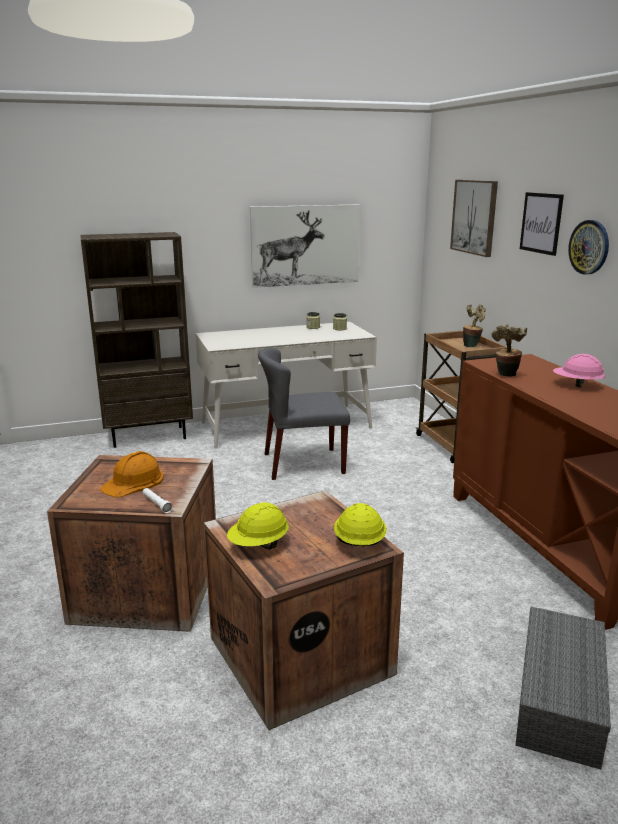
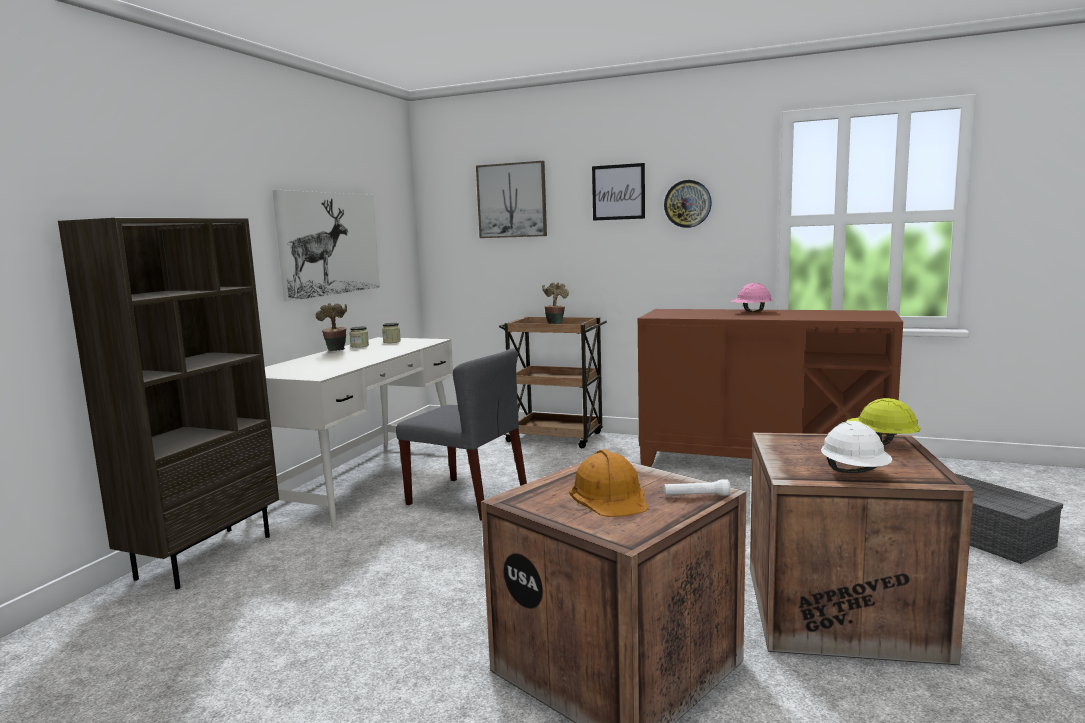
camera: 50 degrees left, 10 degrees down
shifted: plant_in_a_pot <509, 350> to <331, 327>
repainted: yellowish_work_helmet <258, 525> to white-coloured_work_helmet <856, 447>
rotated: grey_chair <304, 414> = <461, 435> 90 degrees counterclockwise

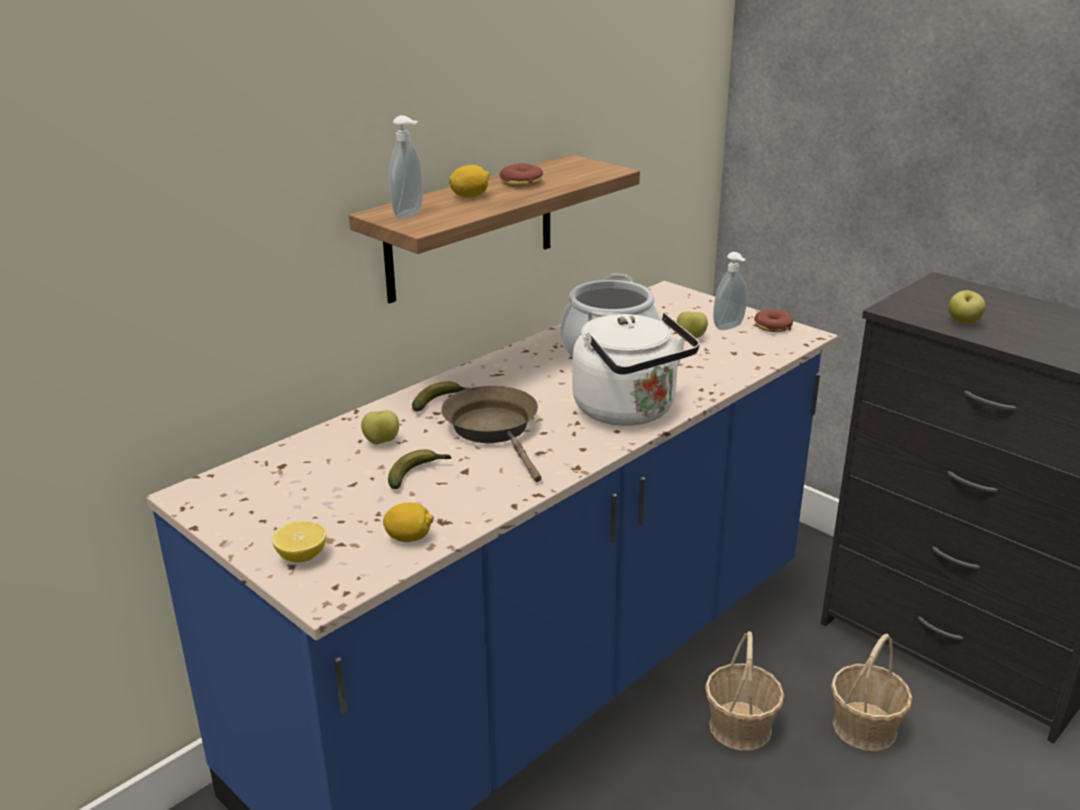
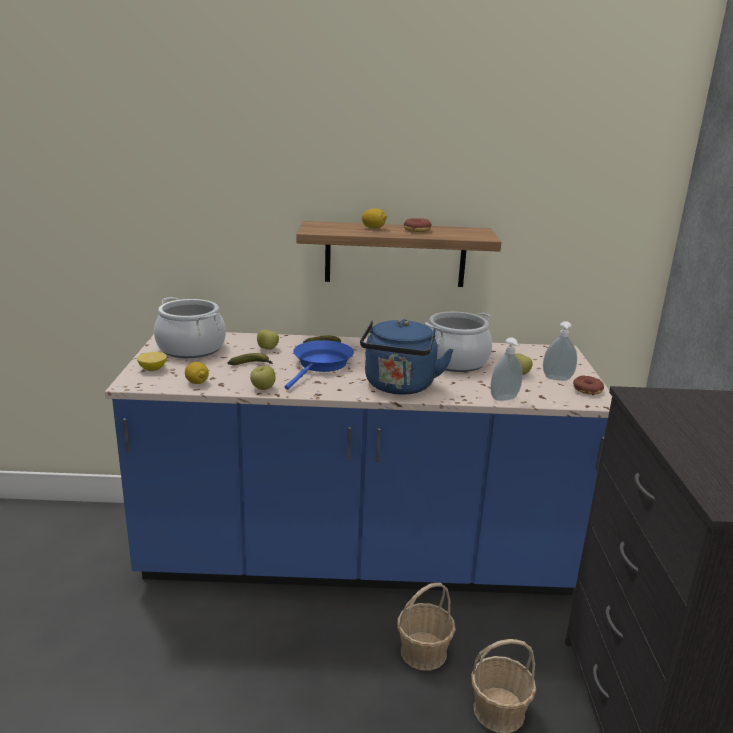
camera: 45 degrees right, 5 degrees down
new: saucepot <190, 327>
shifted: soap_bottle <406, 167> to <506, 369>; whole_apple <967, 307> to <262, 377>
repainted: brownish_skillet <491, 434> to blue-coloured_skillet <319, 365>; white-coloured_tea_kettle <636, 369> to blue-coloured_tea_kettle <407, 357>

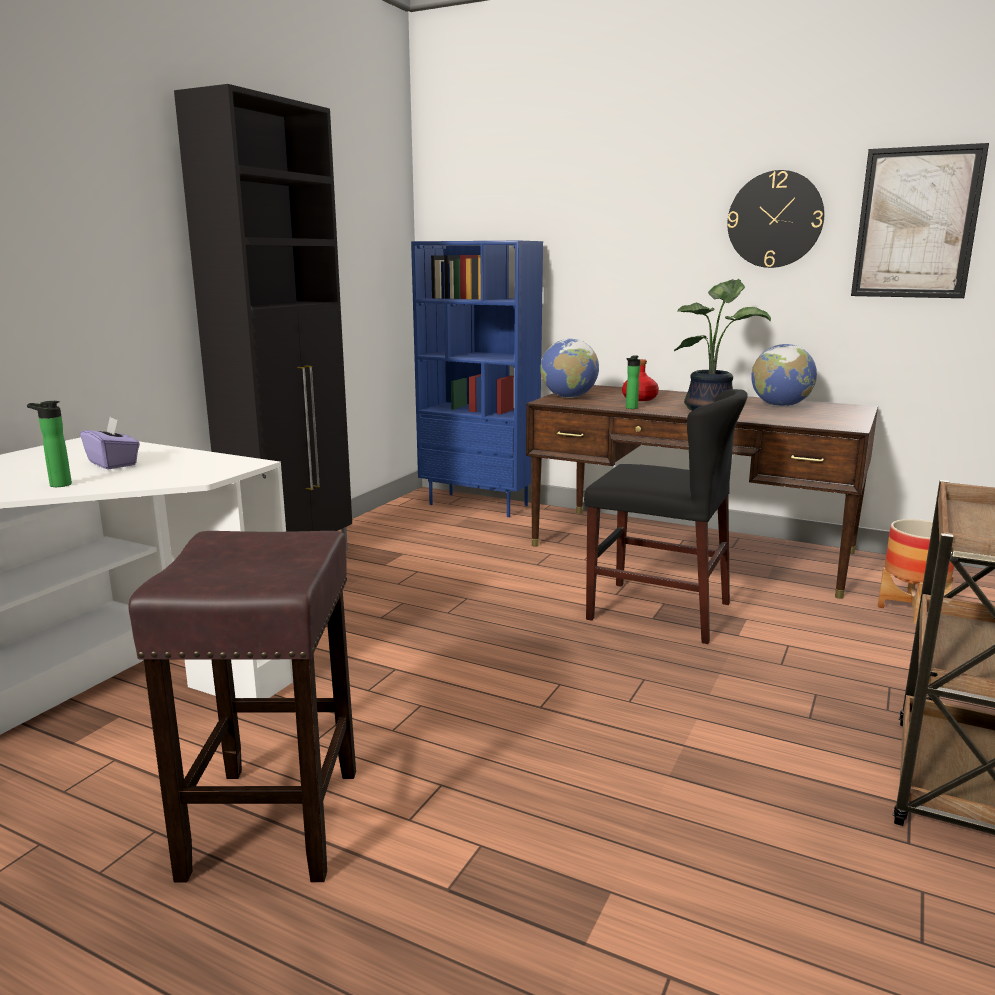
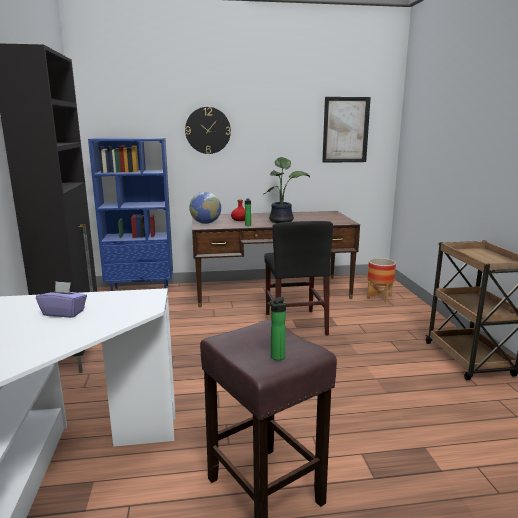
camera: 35 degrees left, 0 degrees up
gone: globe <784, 375>
shifted: drink_bottle <49, 444> to <276, 328>; clock_on_the_wall <775, 219> to <208, 130>
rotated: blackish_chair <666, 516> = <298, 278> 90 degrees clockwise

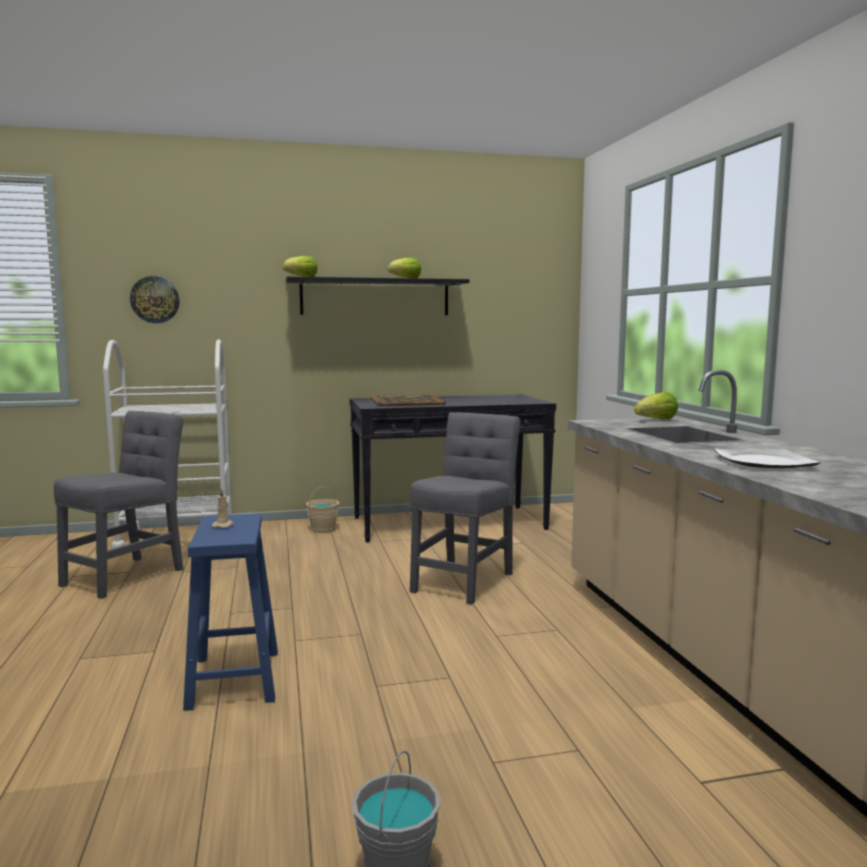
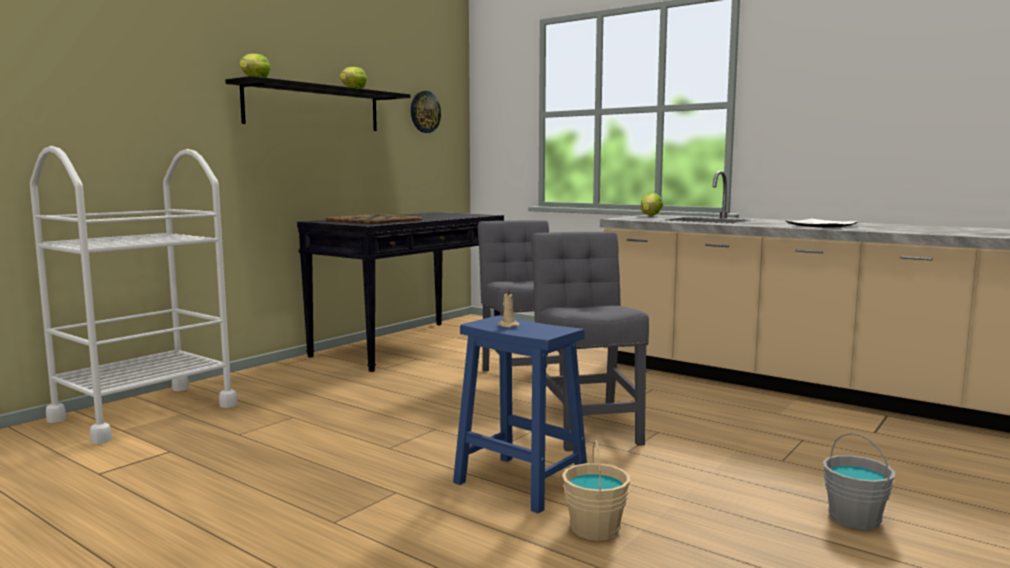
camera: 40 degrees left, 0 degrees up
shifted: grey_chair <118, 505> to <590, 341>; clock_on_the_wall <155, 299> to <426, 112>; sand-coloured_water_bucket <322, 509> to <596, 490>

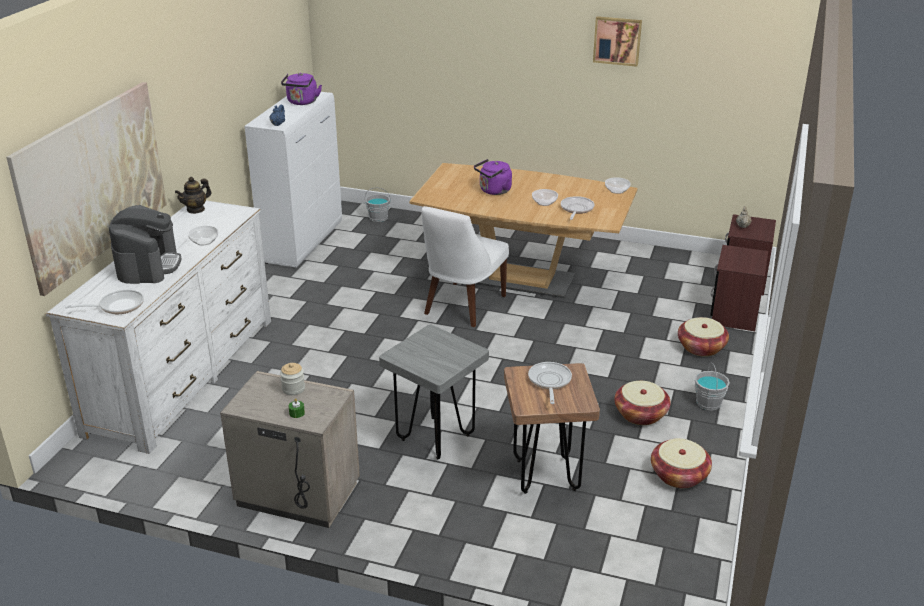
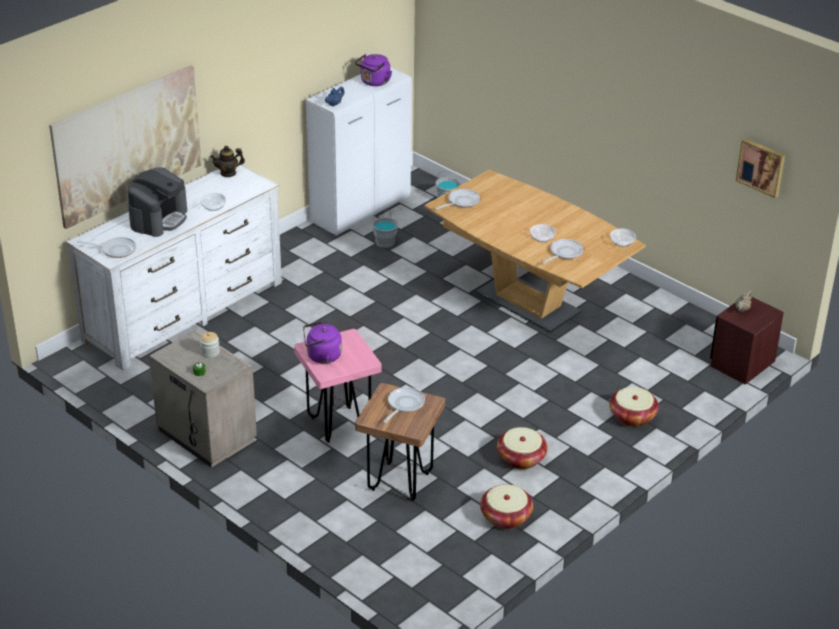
camera: 25 degrees right, 5 degrees up
gone: white-coloured_chair <465, 266>; brownish_bedside_table <739, 288>
new: skillet <457, 199>
shifted: purple-coloured_tea_kettle <493, 177> to <322, 342>; wall_picture <617, 41> to <760, 168>; grey_water_bucket <712, 387> to <385, 229>
repainted: grey_stool <434, 392> to pink-coloured_stool <337, 386>

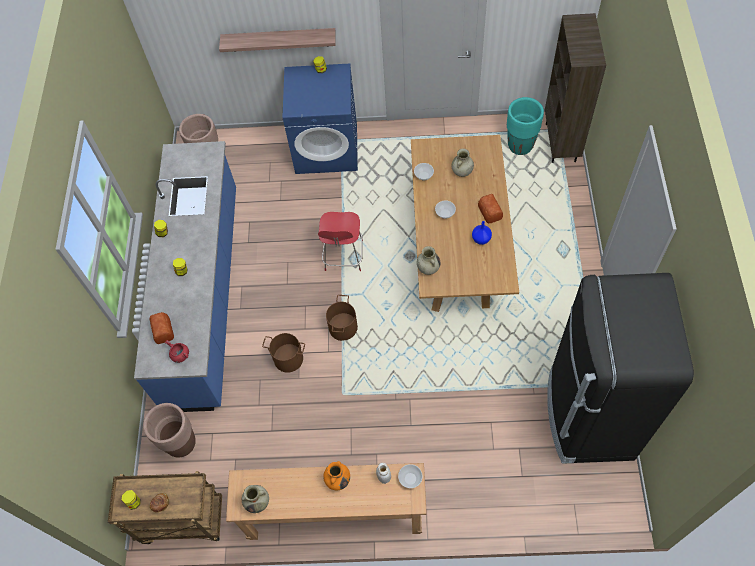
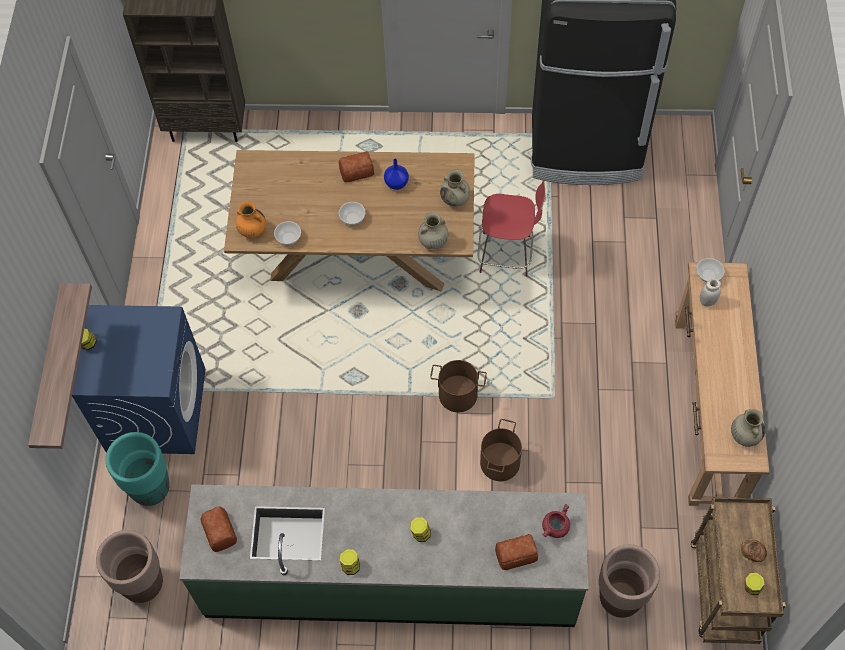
camera: 90 degrees left, 0 degrees up
new: bakery_bread <218, 529>
shifted: reddish_chair <340, 241> to <511, 228>; orangey_vase <336, 476> to <251, 219>; sand-coloured_vase <463, 162> to <455, 188>; blue-green_plant_pot <525, 126> to <138, 469>
repainted: blue-coloured_counter <185, 276> to greenish_counter <383, 555>

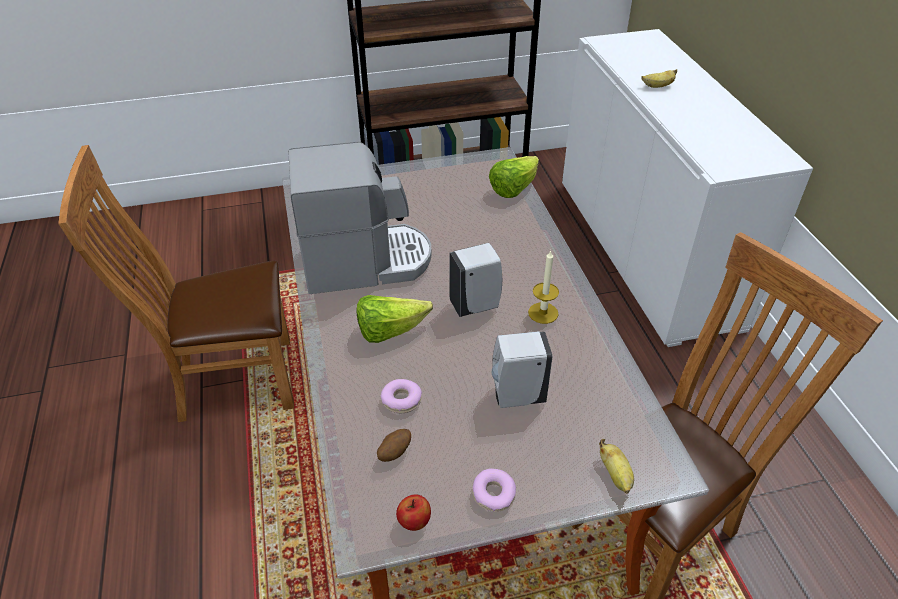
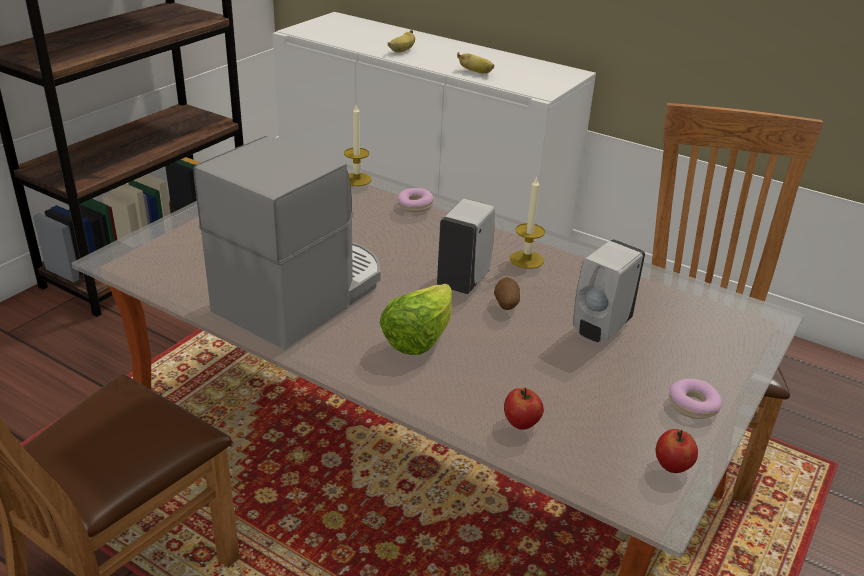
camera: 45 degrees left, 10 degrees down
new: whole_apple <524, 409>
shifted: spud <394, 445> to <507, 293>; donut <401, 396> to <416, 200>; banana_fruit <616, 466> to <475, 62>
swapped: head_of_lettuce <514, 177> to wax_candle <358, 145>

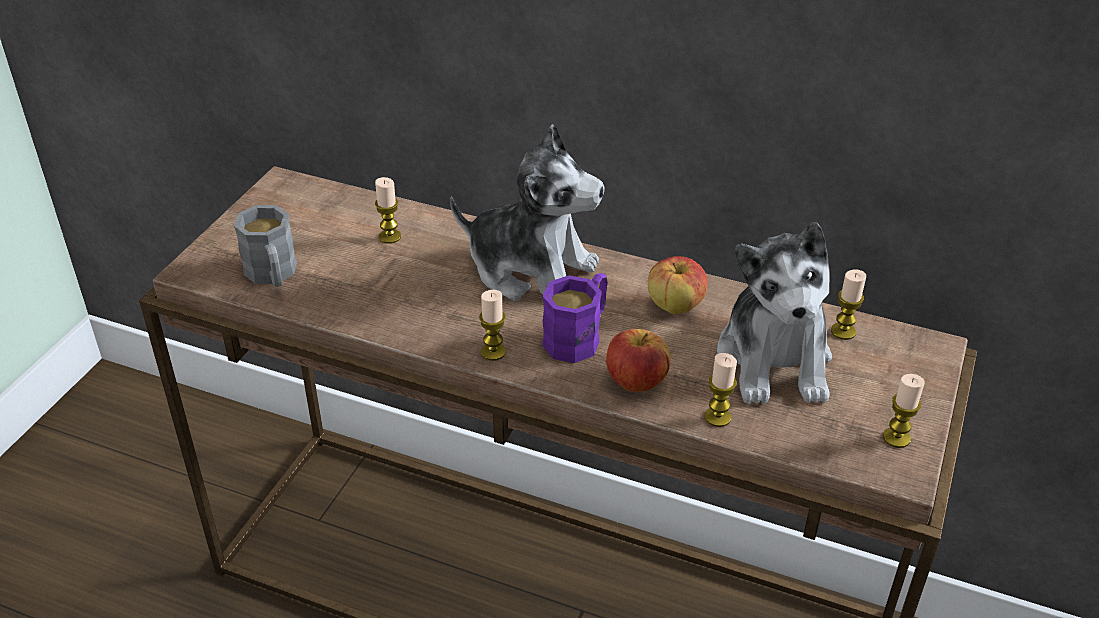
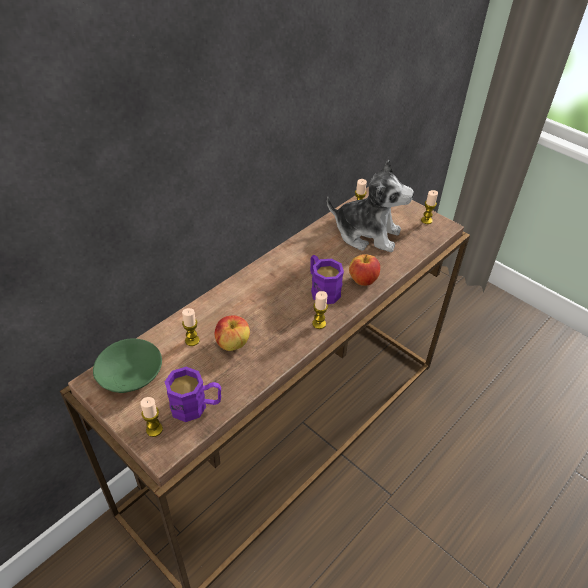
camera: 70 degrees left, 5 degrees up
gone: plush_toy <527, 212>
new: greenish_deep_dish <127, 366>
shifted: whole_apple <678, 285> to <232, 333>; wax_candle <720, 390> to <151, 417>
repainted: grey_mug <265, 246> to purple-coloured_mug <193, 394>

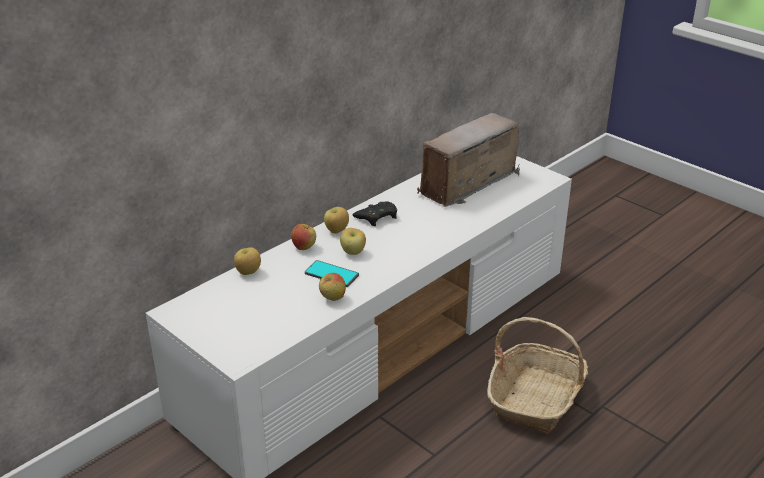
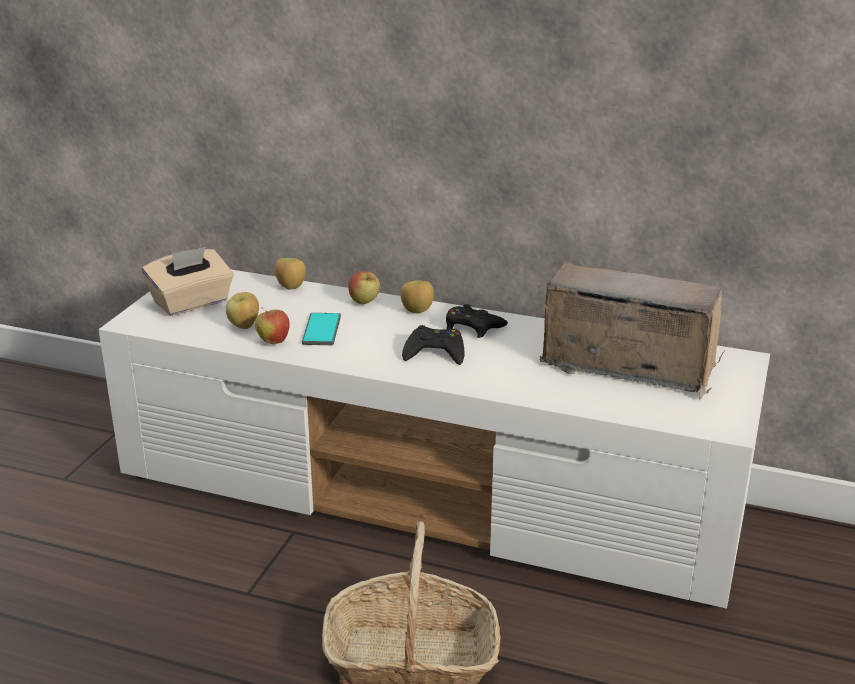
camera: 65 degrees right, 5 degrees down
new: sand-coloured_tissue_holder <188, 281>; blackish_gamepad <433, 345>
shifted: whole_apple <353, 241> to <242, 310>

